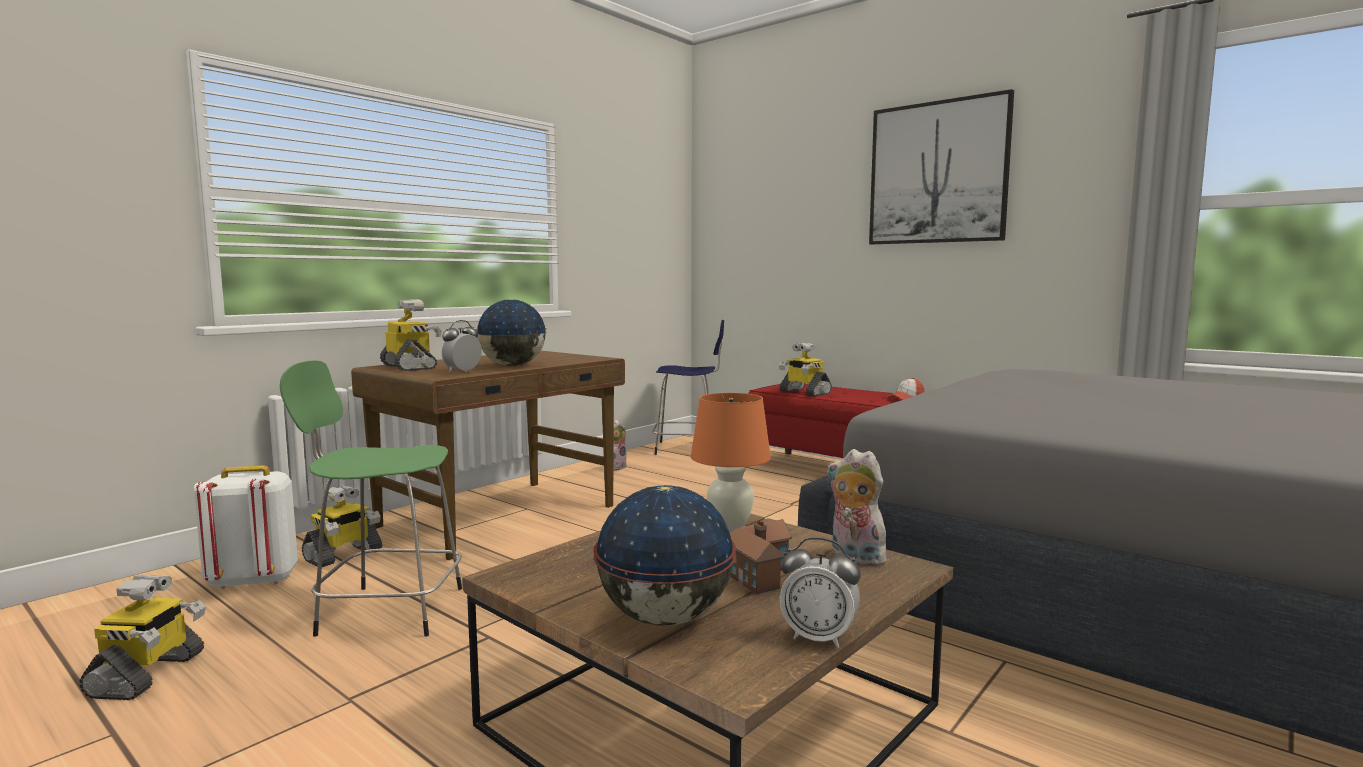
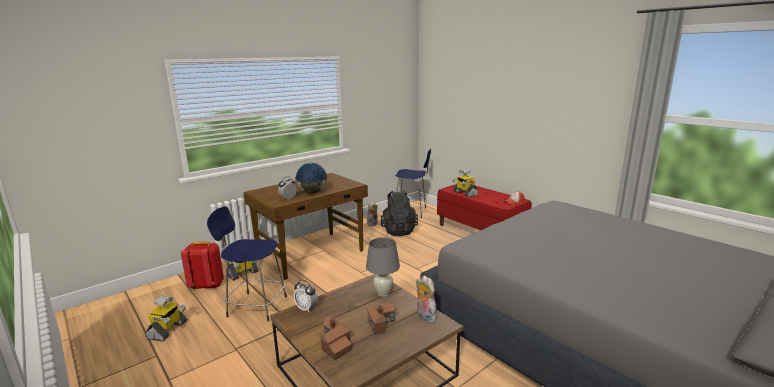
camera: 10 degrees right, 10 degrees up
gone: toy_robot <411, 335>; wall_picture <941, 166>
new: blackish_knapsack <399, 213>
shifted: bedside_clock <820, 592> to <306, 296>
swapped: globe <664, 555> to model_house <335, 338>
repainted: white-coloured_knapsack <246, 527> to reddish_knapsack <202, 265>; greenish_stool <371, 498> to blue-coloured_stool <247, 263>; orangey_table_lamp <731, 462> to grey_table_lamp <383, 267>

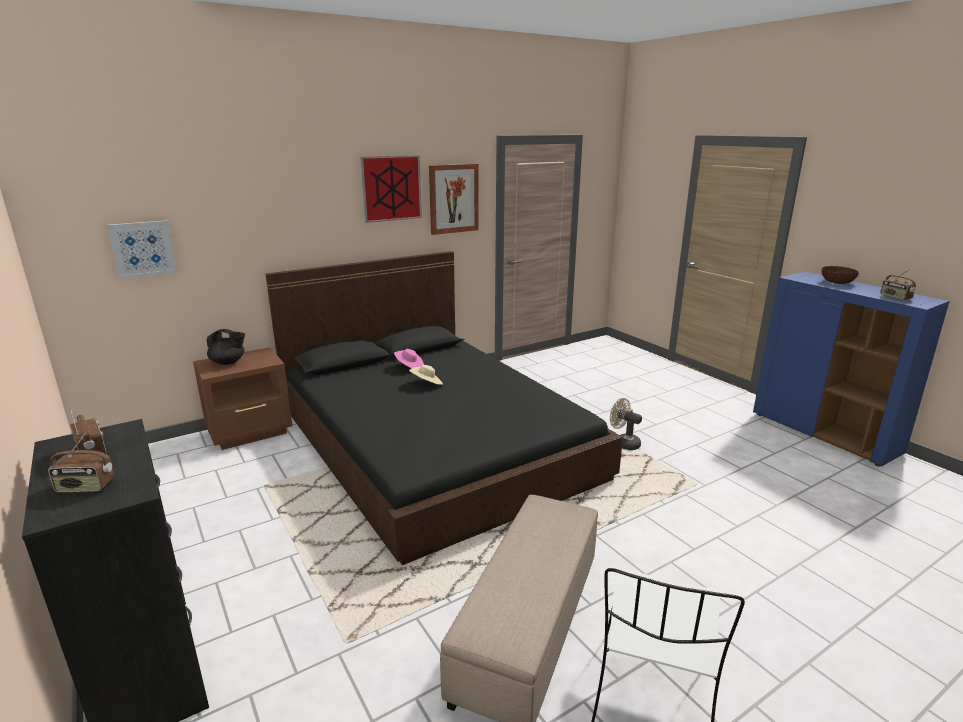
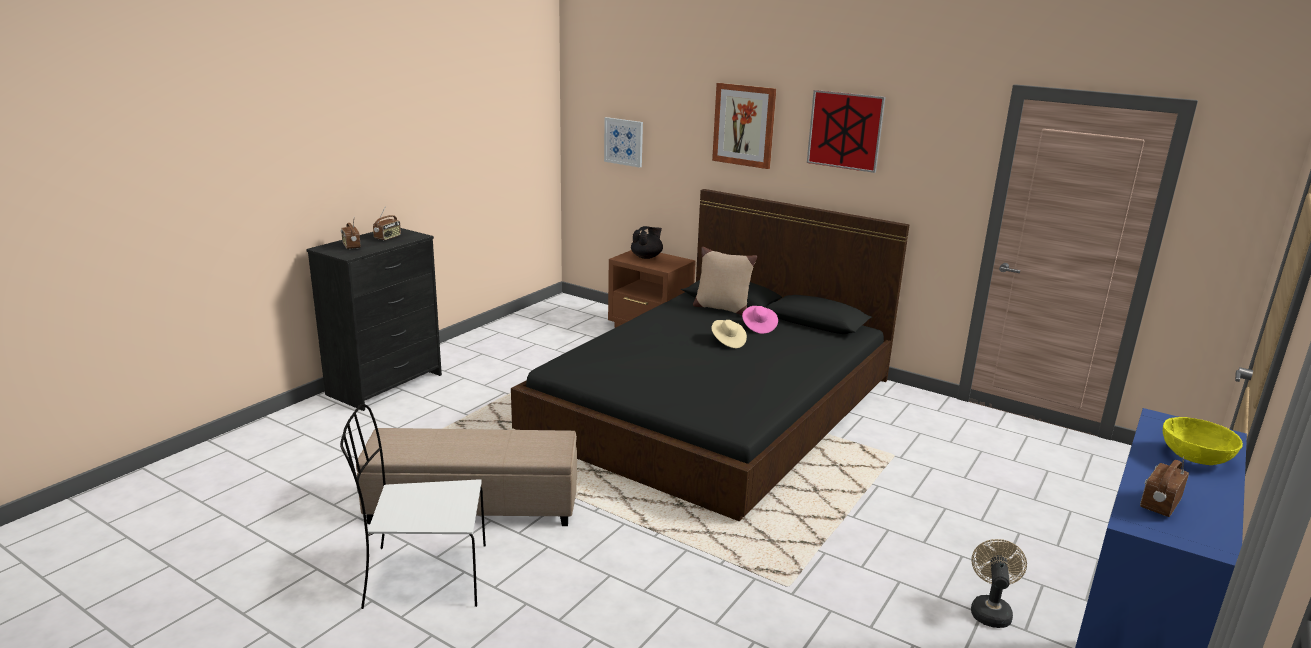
camera: 65 degrees right, 0 degrees up
new: sand-coloured_pillow <725, 281>
shifted: wall_picture <454, 199> to <744, 126>; sand-coloured_electric_fan <626, 424> to <999, 583>
repainted: brownish_deep_dish <840, 275> to yellowish_deep_dish <1203, 441>
rotated: blackish_teapot <226, 347> = <647, 242> 120 degrees counterclockwise

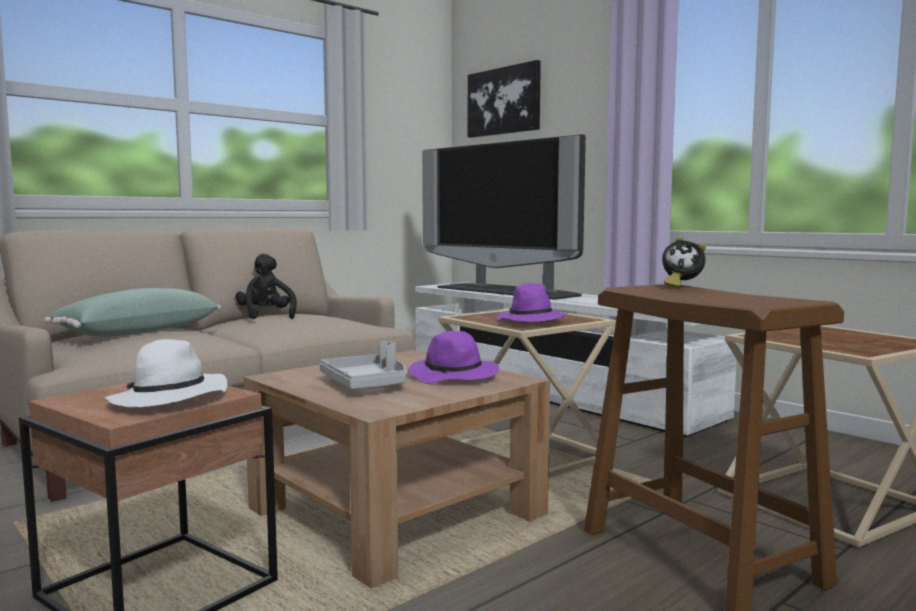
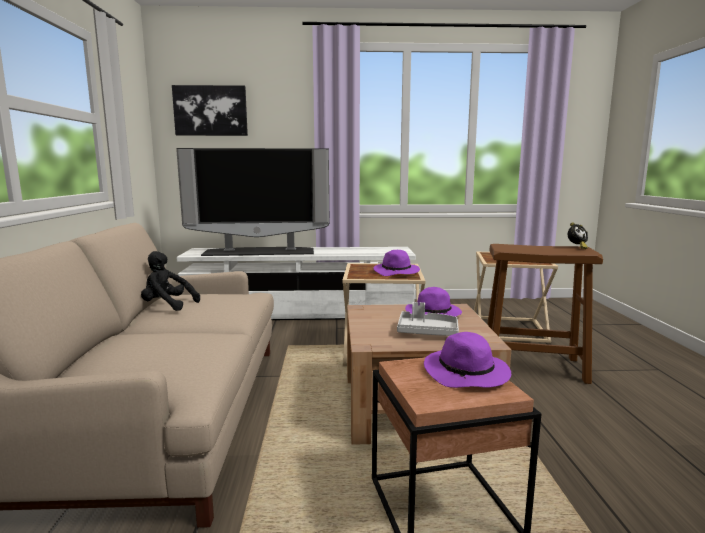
camera: 50 degrees left, 5 degrees up
gone: greenish_pillow <132, 312>
shifted: bedside_clock <684, 263> to <578, 235>
repainted: white-coloured_clothing_hat <166, 373> to purple-coloured_clothing_hat <467, 360>

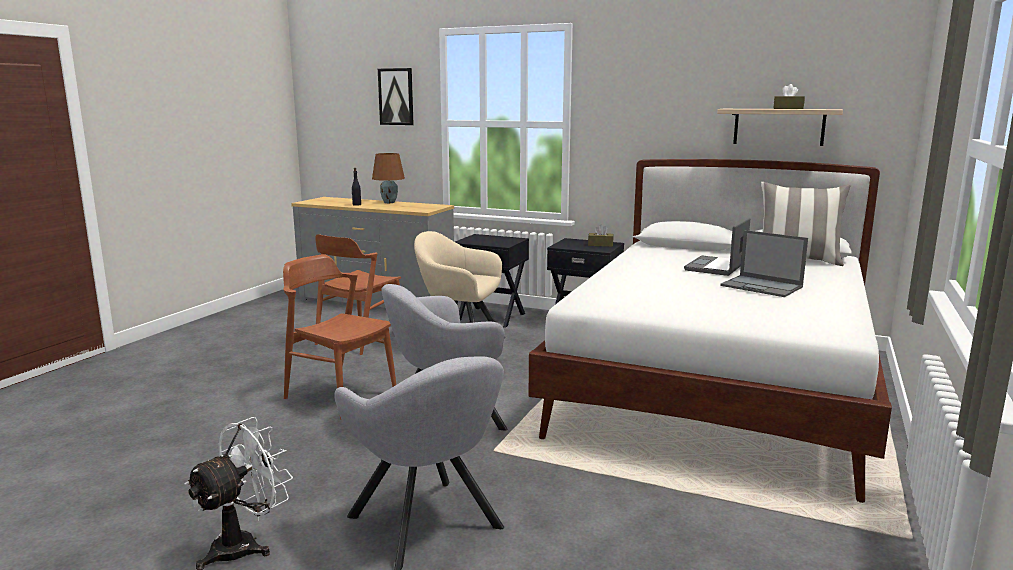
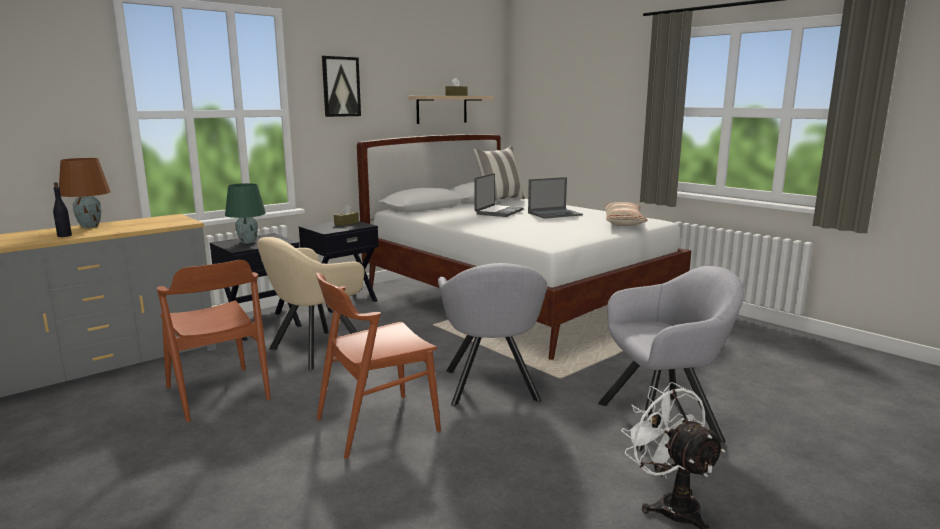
camera: 65 degrees left, 0 degrees up
new: greenish_table_lamp <245, 213>; pillow <625, 214>
shifted: wall_picture <396, 96> to <341, 86>
rotated: portable_computer <717, 246> = <499, 195> 120 degrees counterclockwise

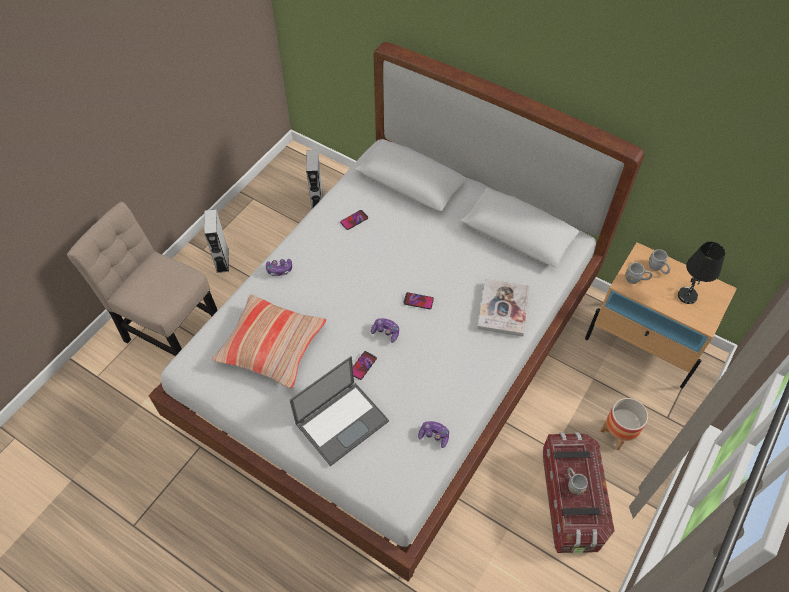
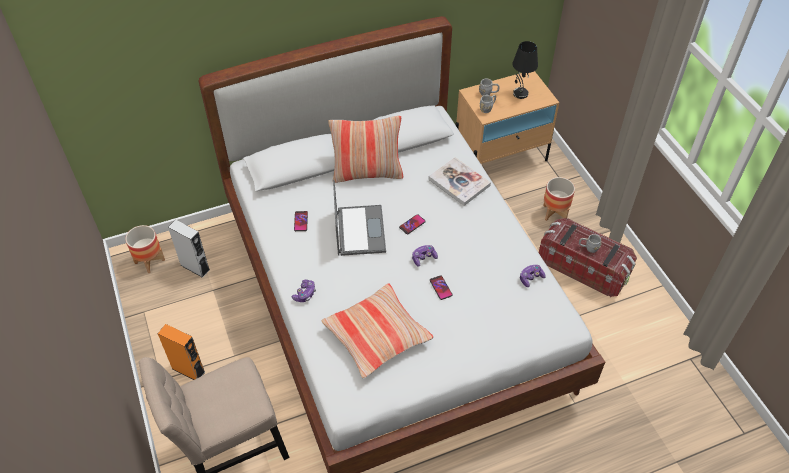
camera: 55 degrees left, 5 degrees down
new: plant_pot <145, 249>; pillow <366, 149>
shifted: portable_computer <339, 411> to <359, 218>
repainted: grey_audio_speaker <216, 241> to orangey_audio_speaker <181, 352>

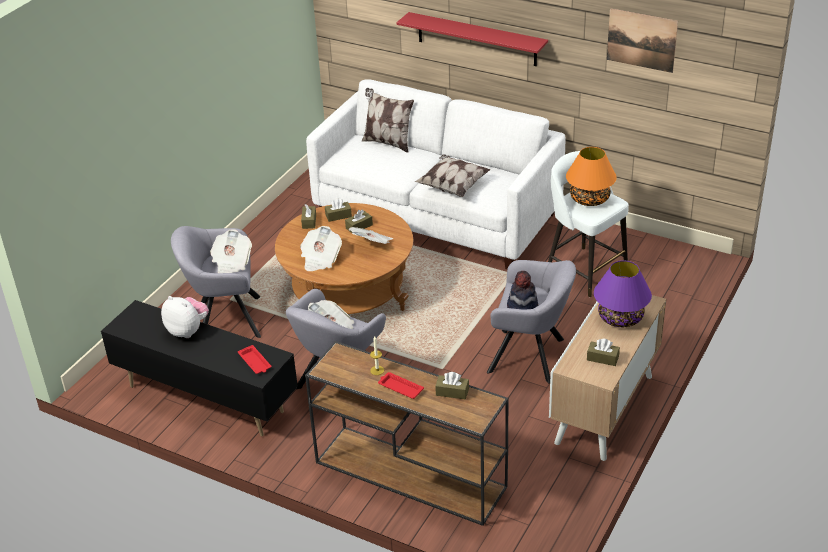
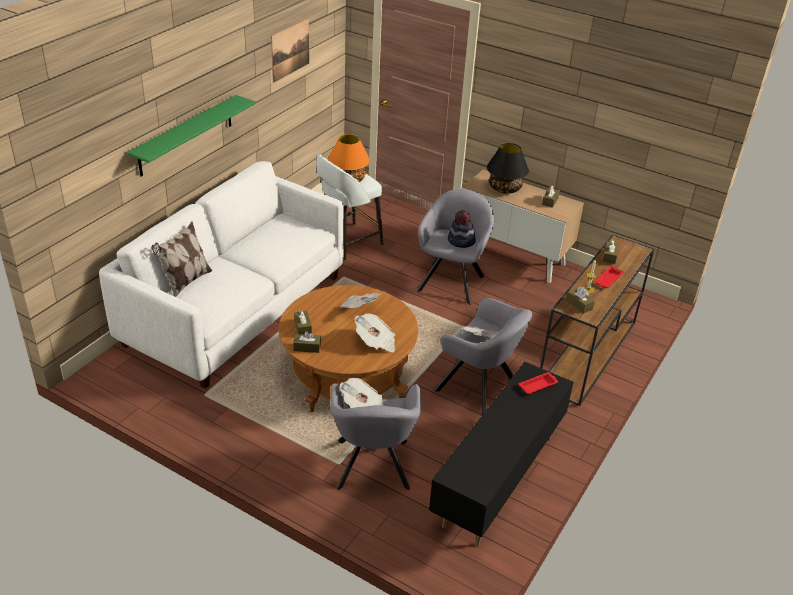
camera: 90 degrees left, 0 degrees up
gone: plush_toy <185, 317>; pillow <453, 176>
shifted: brownish_tissue_holder <359, 221> to <580, 300>
repainted: reddish_shelf <472, 39> to greenish_shelf <191, 135>; purple-coloured_table_lamp <623, 293> to blackish_table_lamp <508, 168>

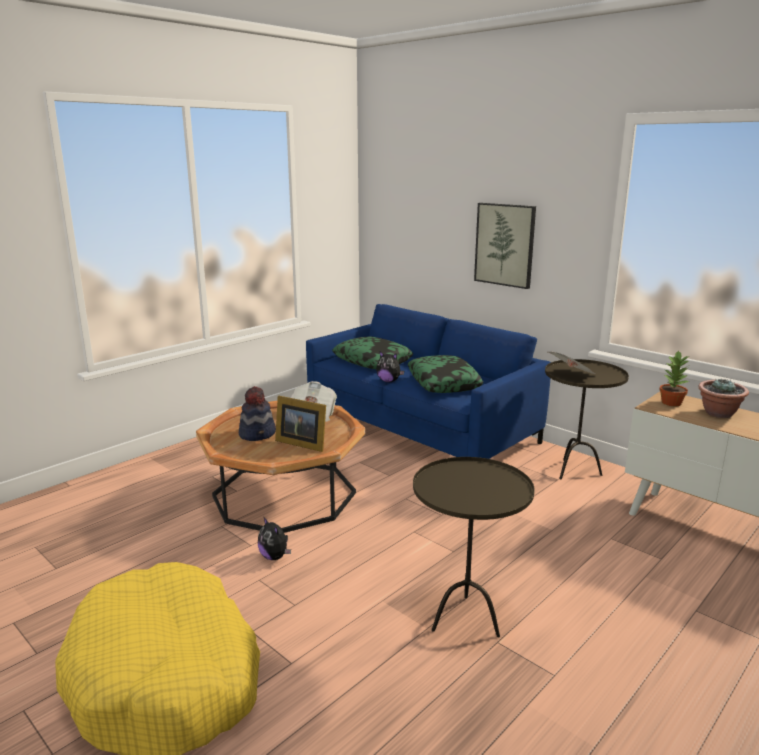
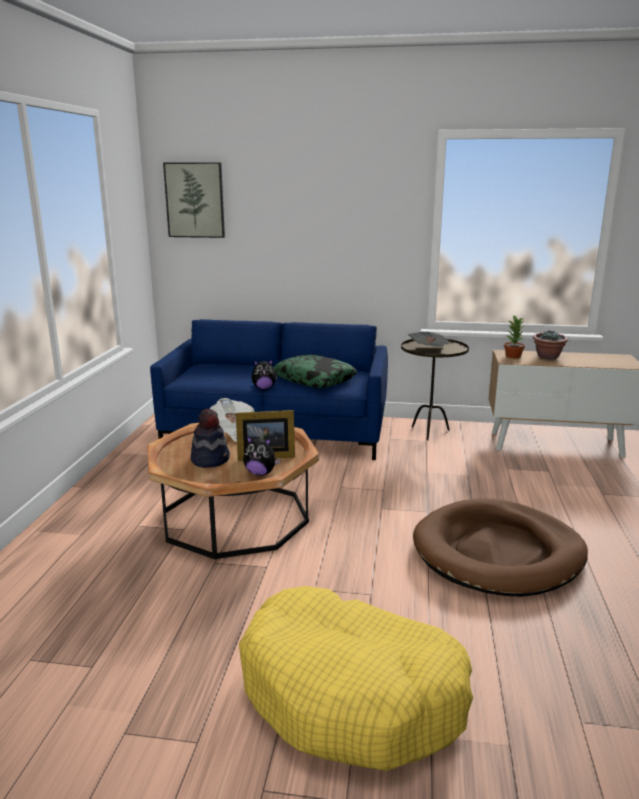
camera: 35 degrees left, 0 degrees up
gone: pillow <372, 352>
shifted: plush_toy <274, 538> to <262, 456>; wall_picture <505, 246> to <194, 200>
swapped: brownish_side_table <474, 547> to brownish_dog_cushion <500, 547>

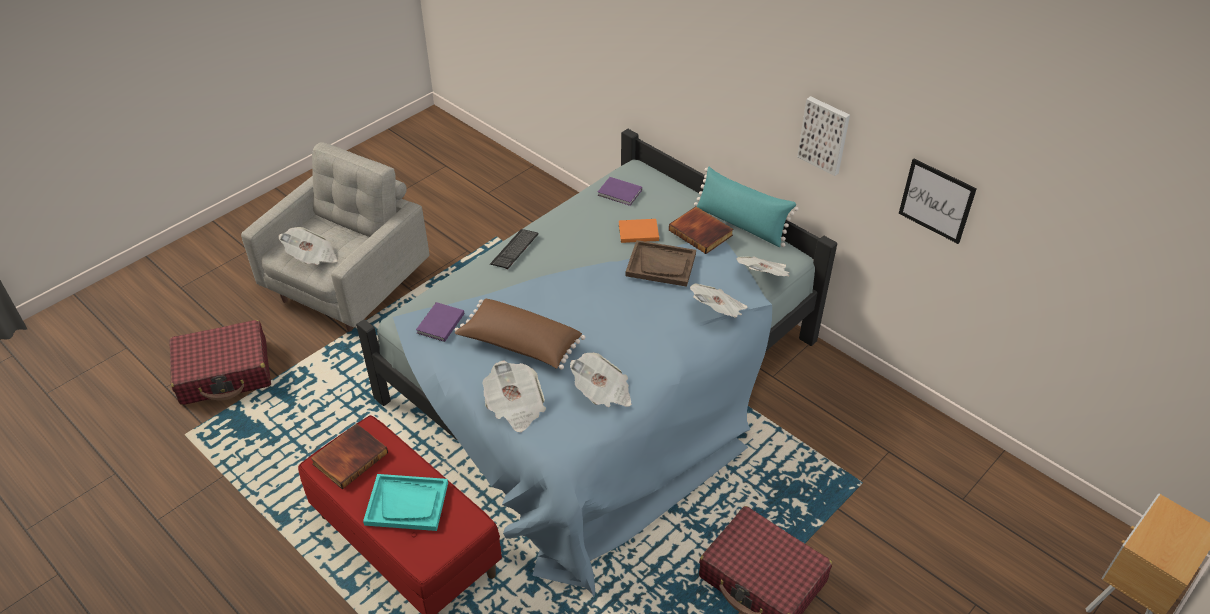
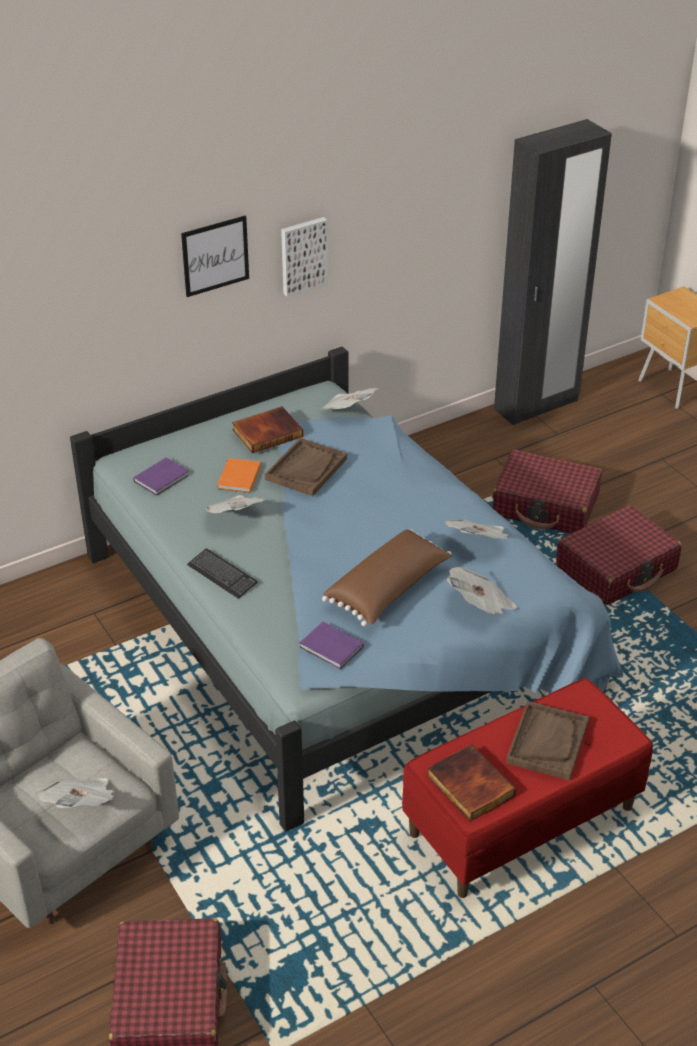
camera: 75 degrees left, 5 degrees down
gone: blue-green_pillow <746, 207>
new: reddish_travel_case <547, 491>; blackish_wardrobe <553, 272>
shifted: printed_paper <718, 301> to <235, 504>; wall_picture <938, 201> to <215, 256>
repainted: blue-green_tray <405, 502> to brownish_tray <547, 741>

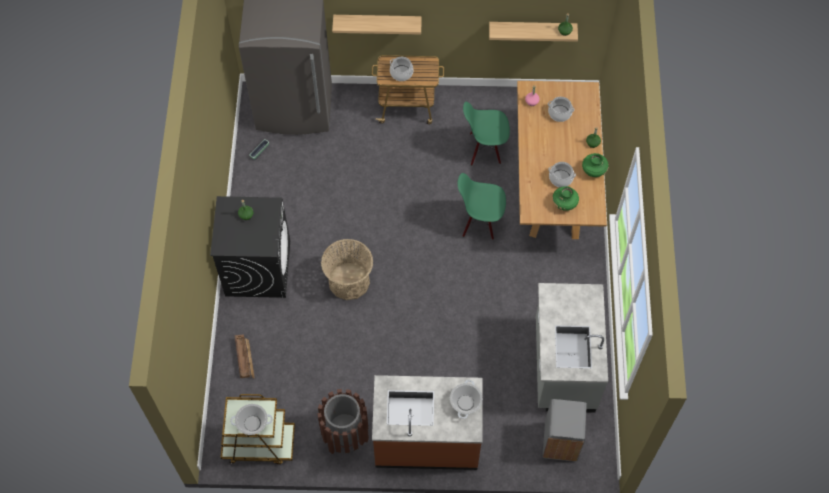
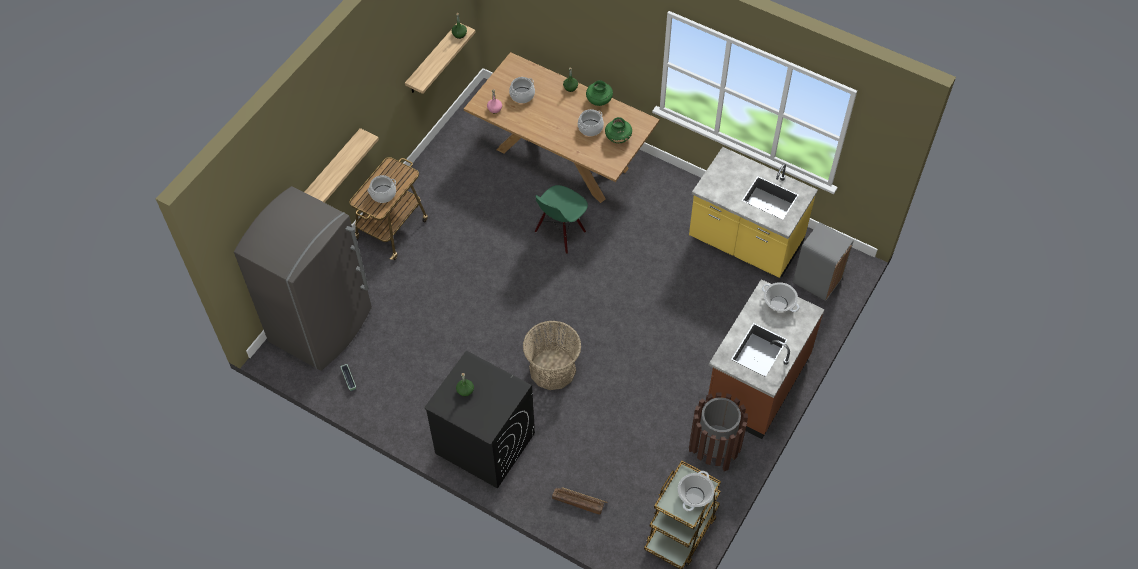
camera: 60 degrees left, 5 degrees down
gone: greenish_chair <486, 134>
repainted: grey_counter <572, 348> to yellowish_counter <753, 212>

